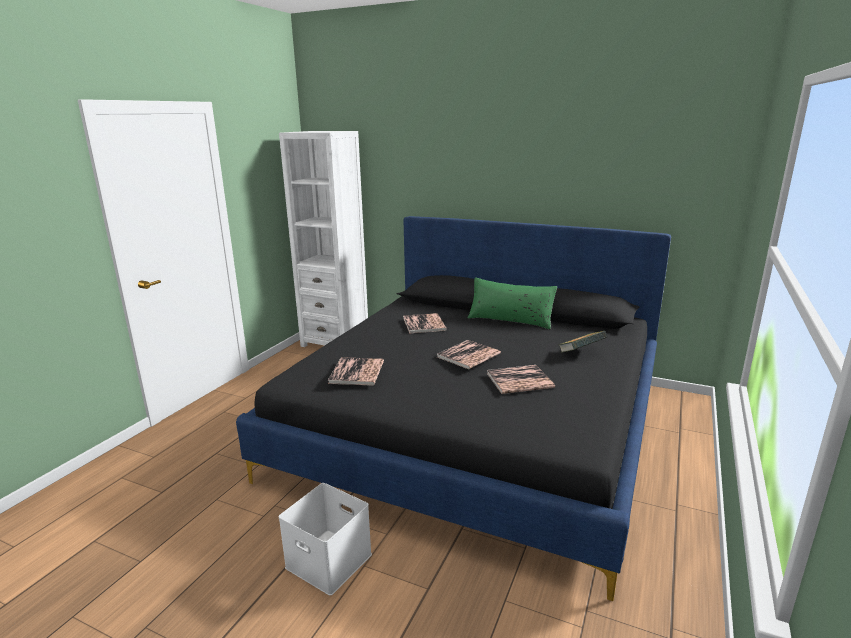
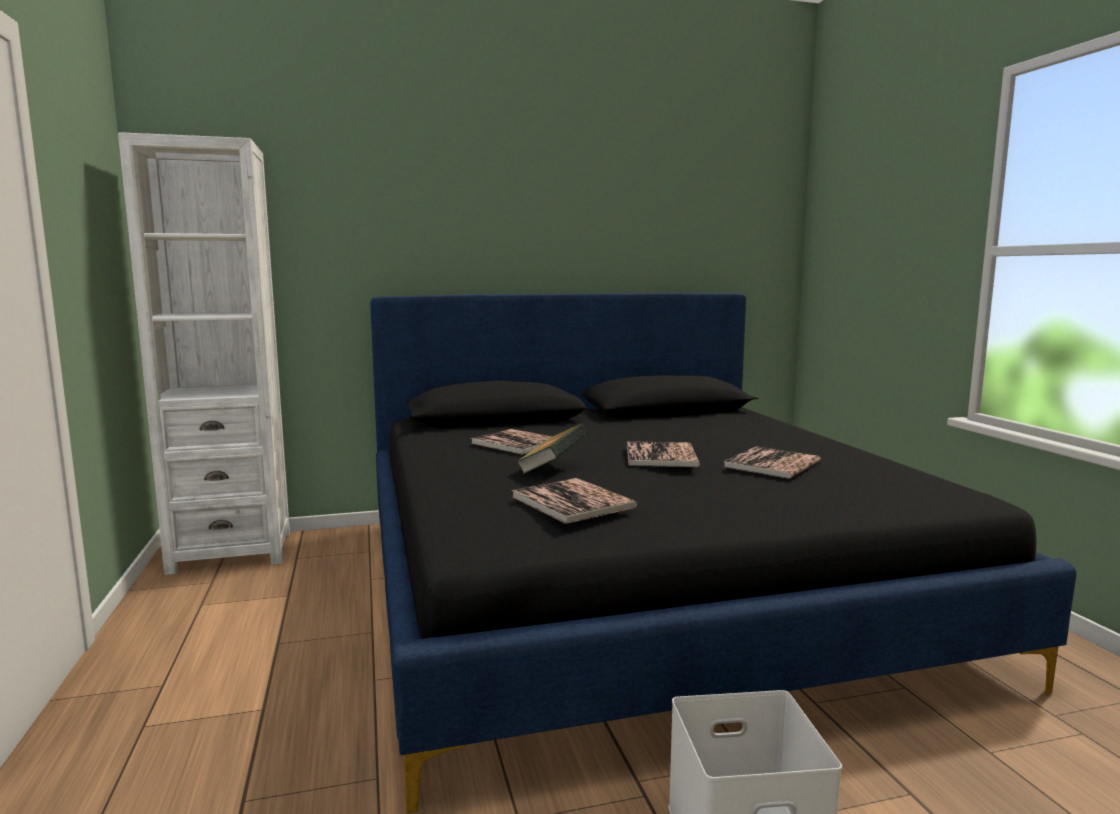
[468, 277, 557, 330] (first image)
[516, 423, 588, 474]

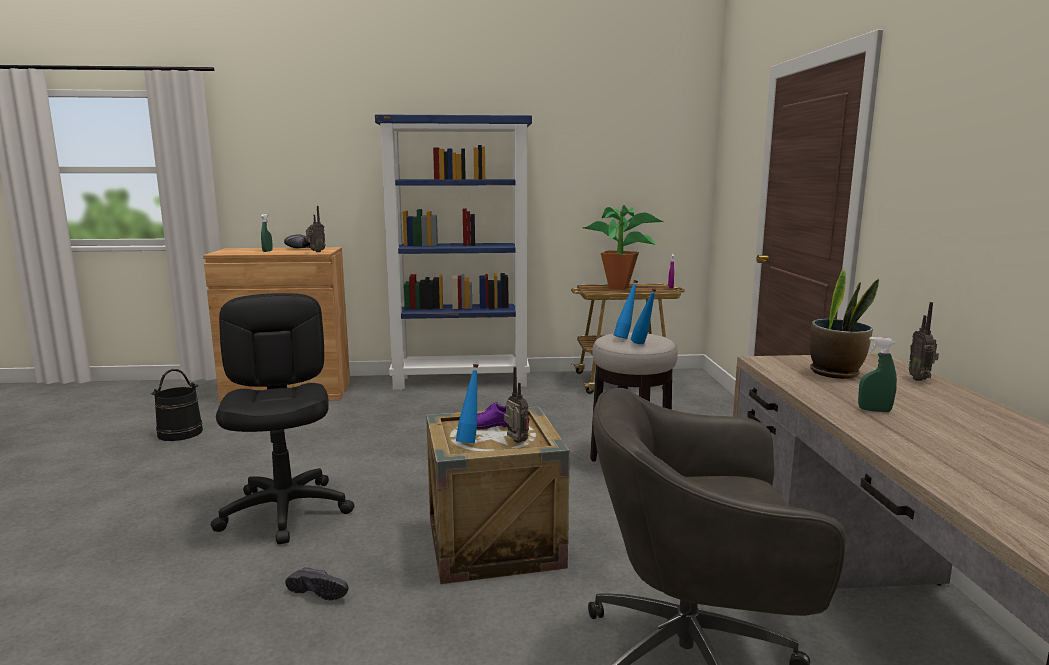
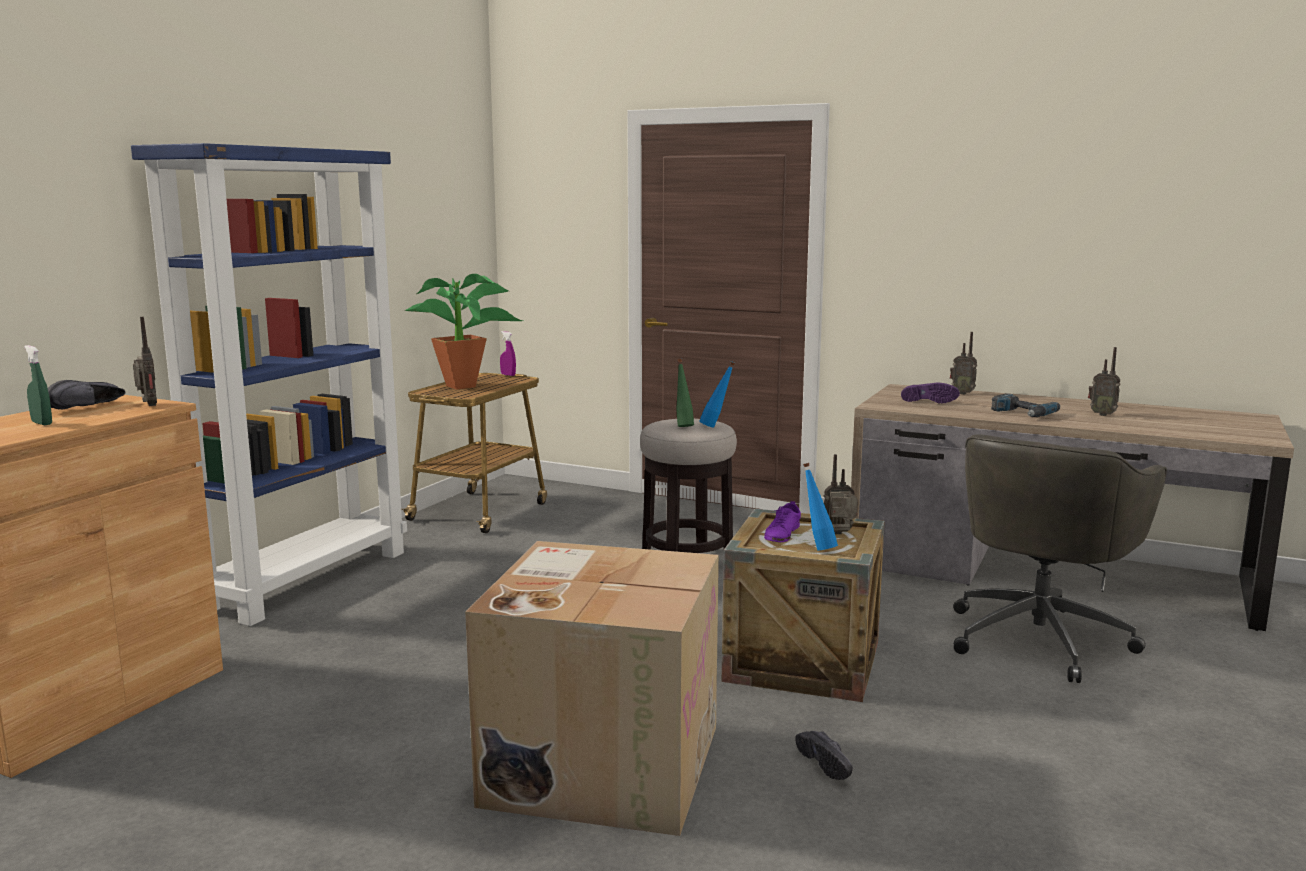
[151, 369, 203, 441] (first image)
[1088, 347, 1121, 416]
[465, 541, 719, 836]
[901, 383, 960, 404]
[991, 393, 1060, 417]
[676, 359, 694, 427]
[795, 731, 853, 780]

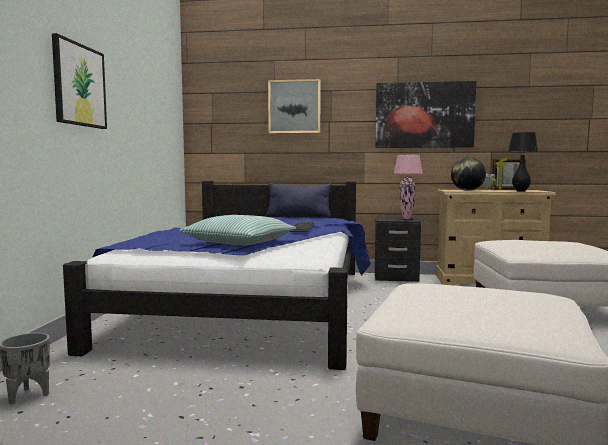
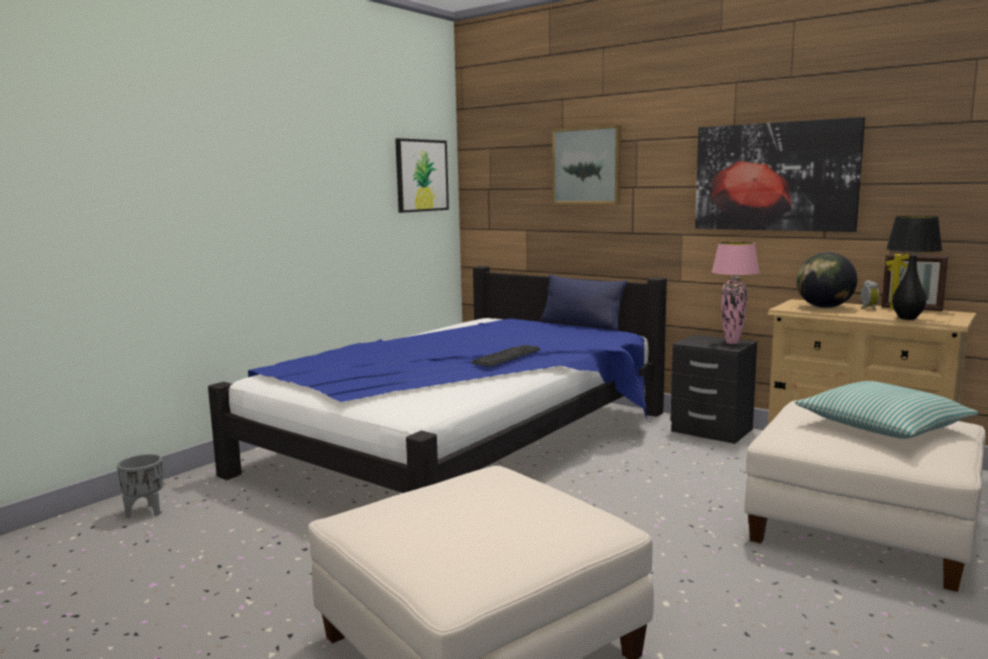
[395, 138, 449, 213]
[795, 381, 979, 439]

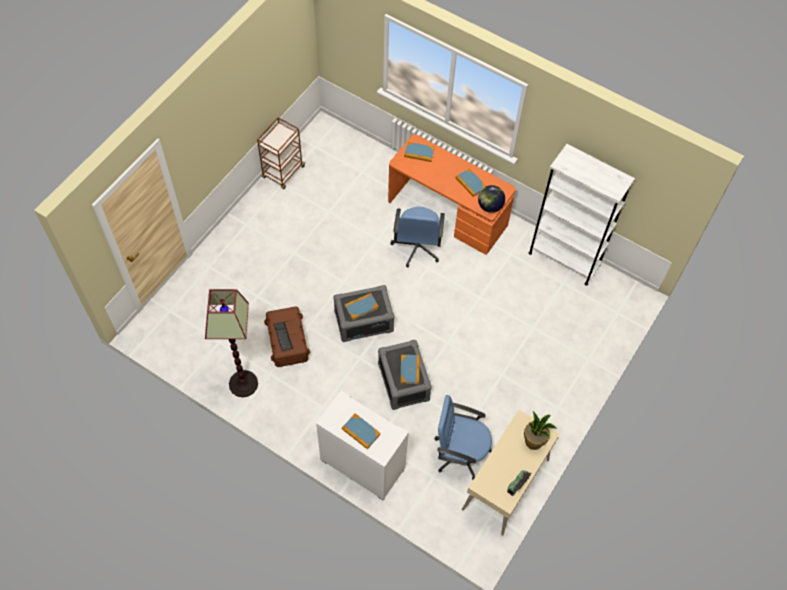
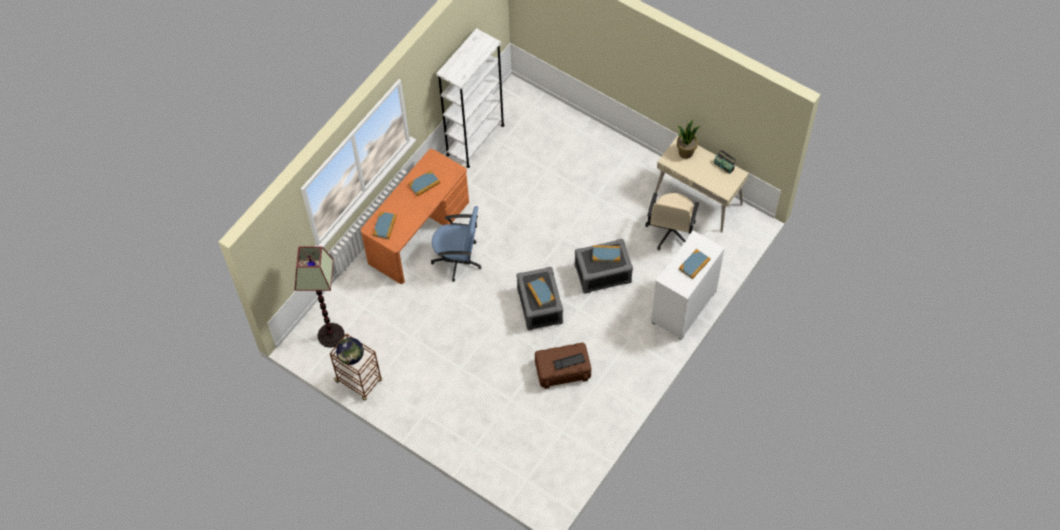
[295, 247, 345, 348]
[336, 337, 364, 365]
[645, 193, 699, 250]

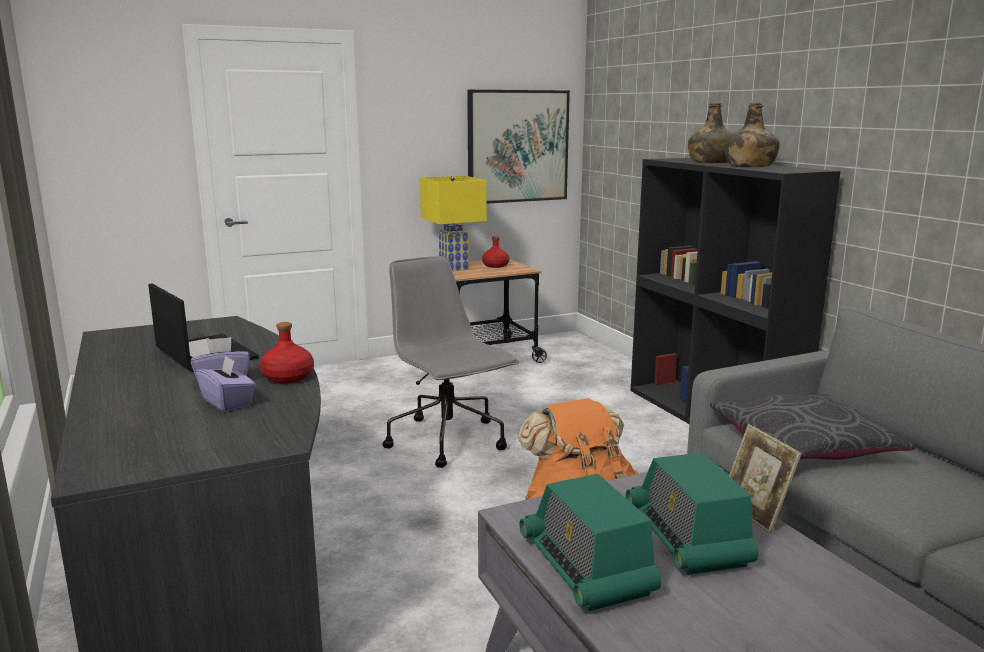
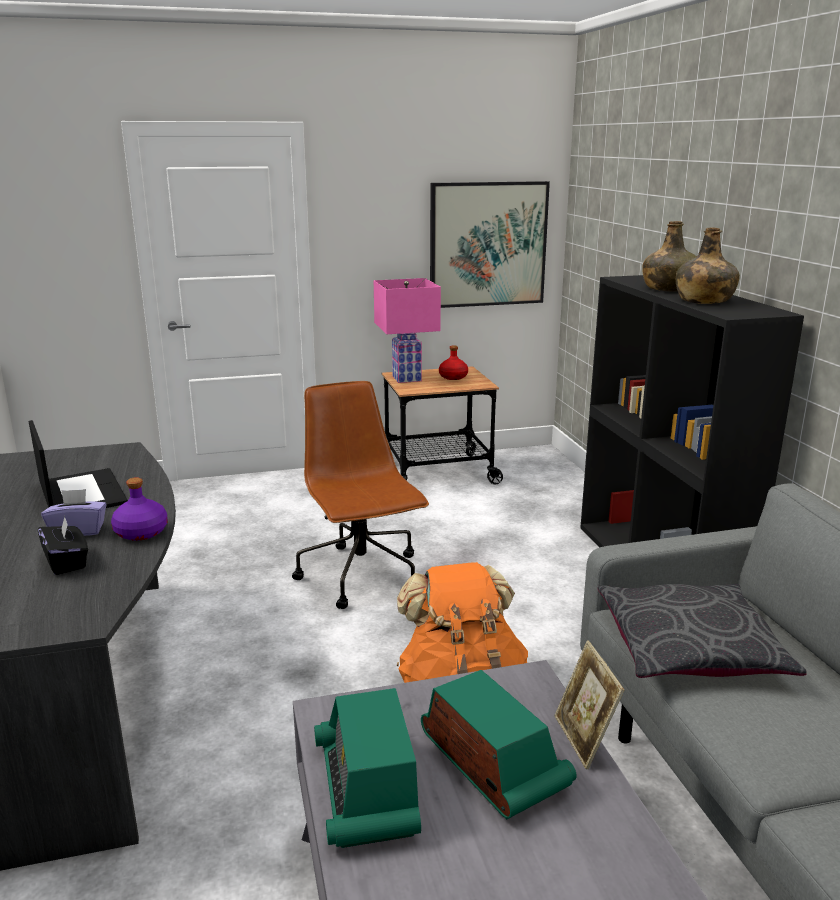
[38, 516, 88, 575]
[111, 477, 168, 541]
[292, 381, 429, 609]
[374, 278, 441, 383]
[421, 670, 577, 819]

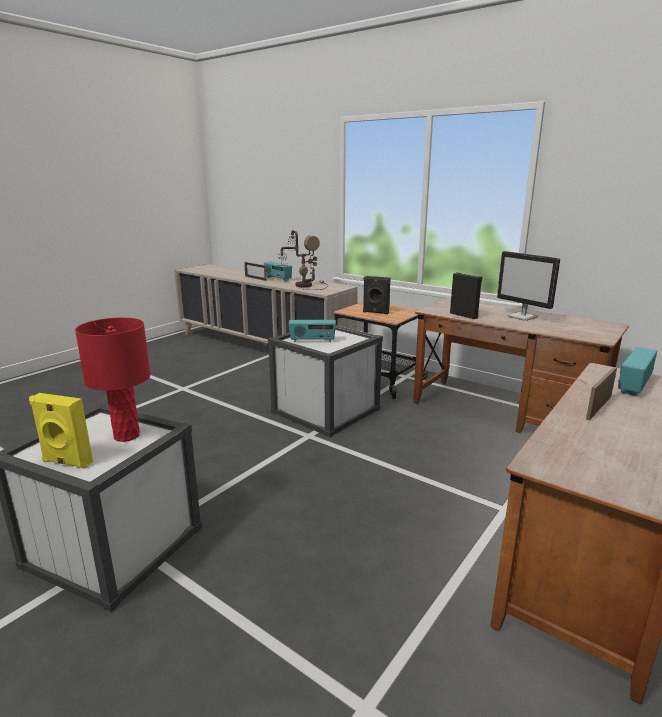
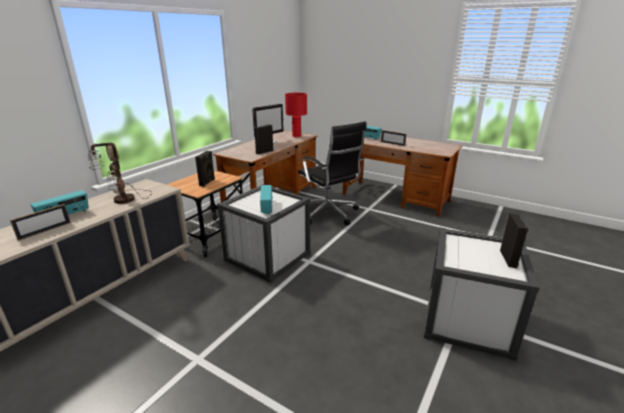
[298, 122, 367, 225]
[285, 93, 307, 137]
[500, 213, 529, 268]

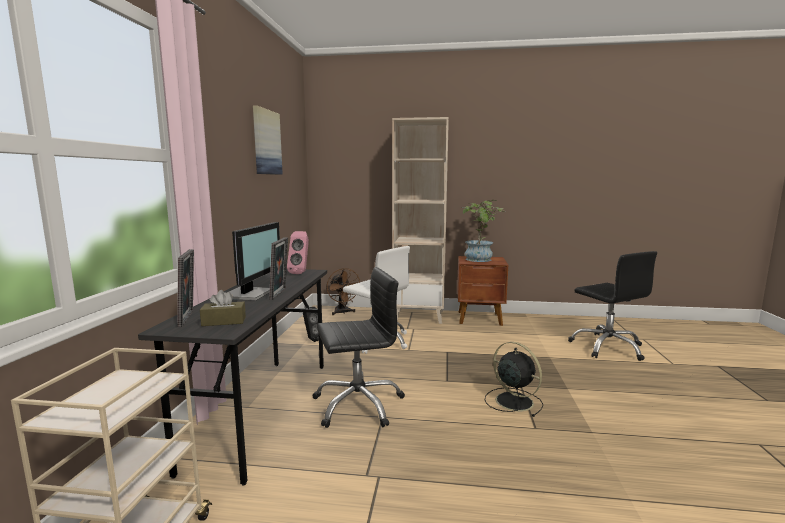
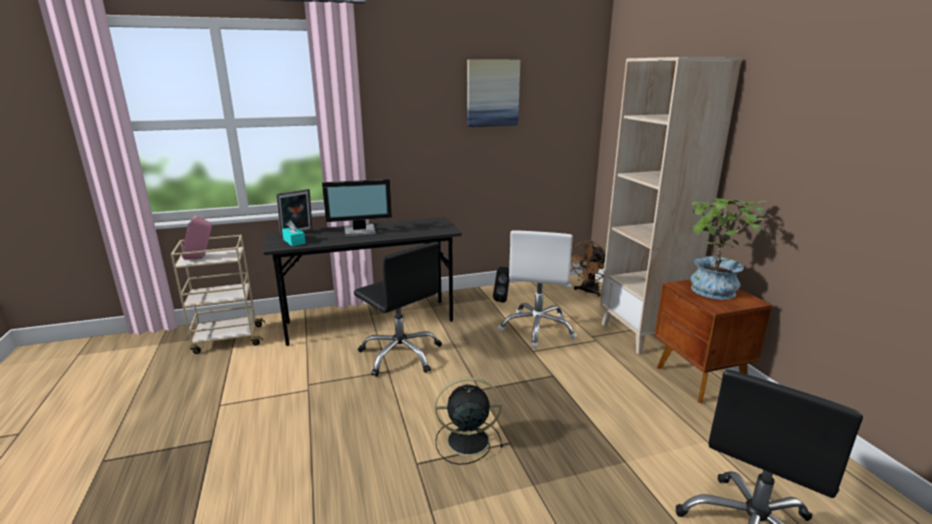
[269, 237, 288, 300] (first image)
[182, 215, 212, 260]
[282, 220, 306, 246]
[435, 377, 503, 465]

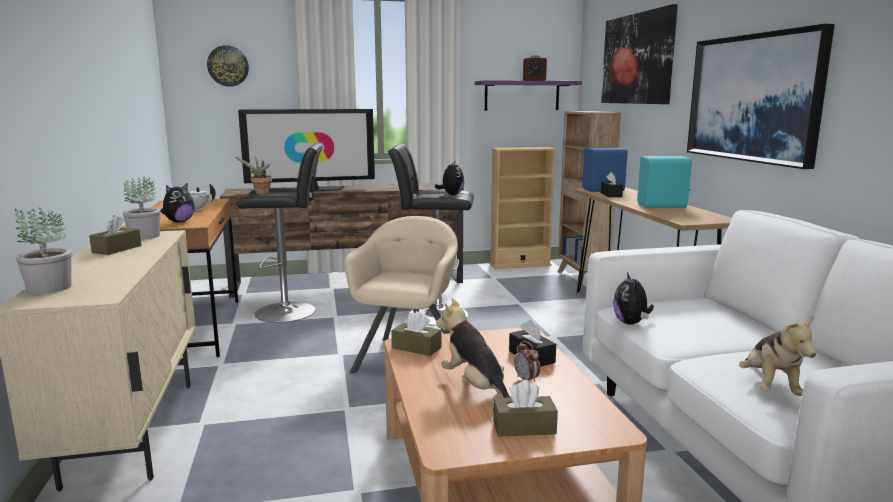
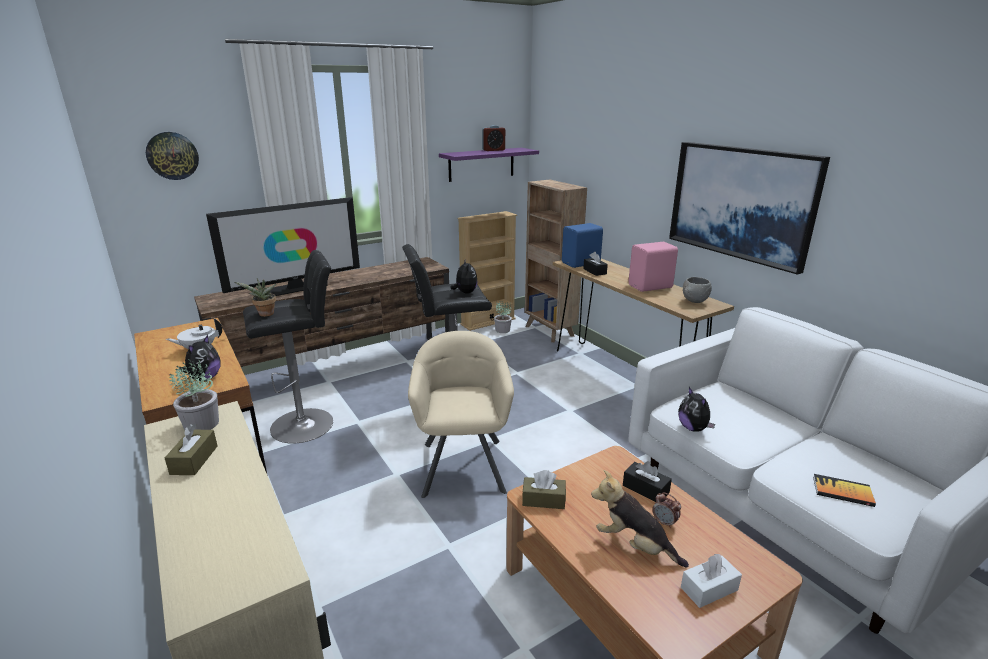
[601, 4, 678, 104] (first image)
[683, 277, 712, 303]
[494, 301, 512, 333]
[813, 474, 876, 507]
[681, 554, 742, 608]
[628, 242, 678, 292]

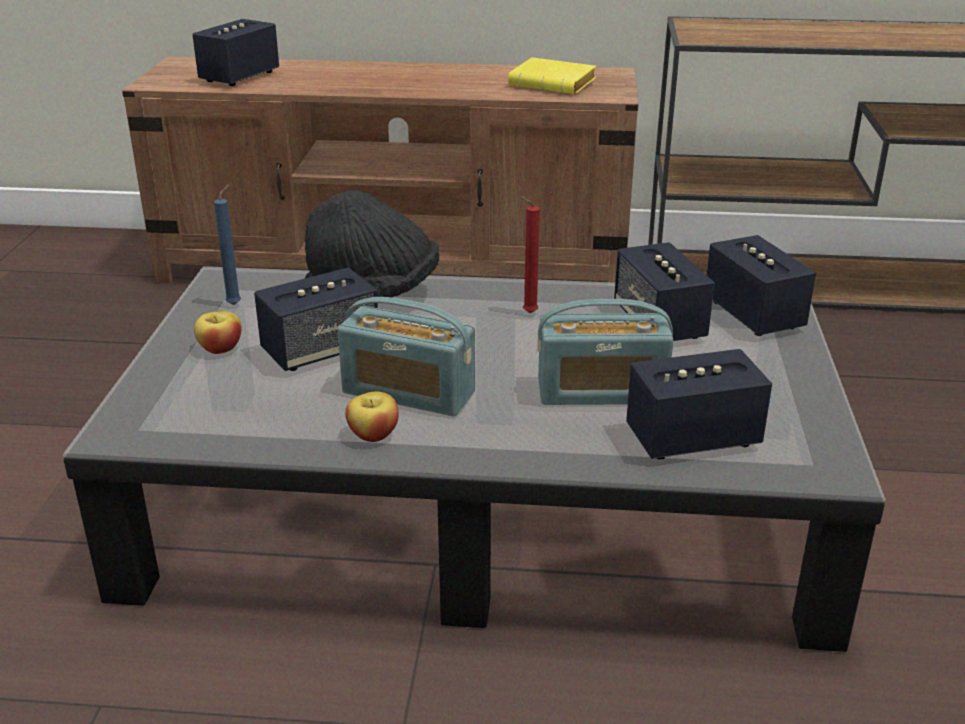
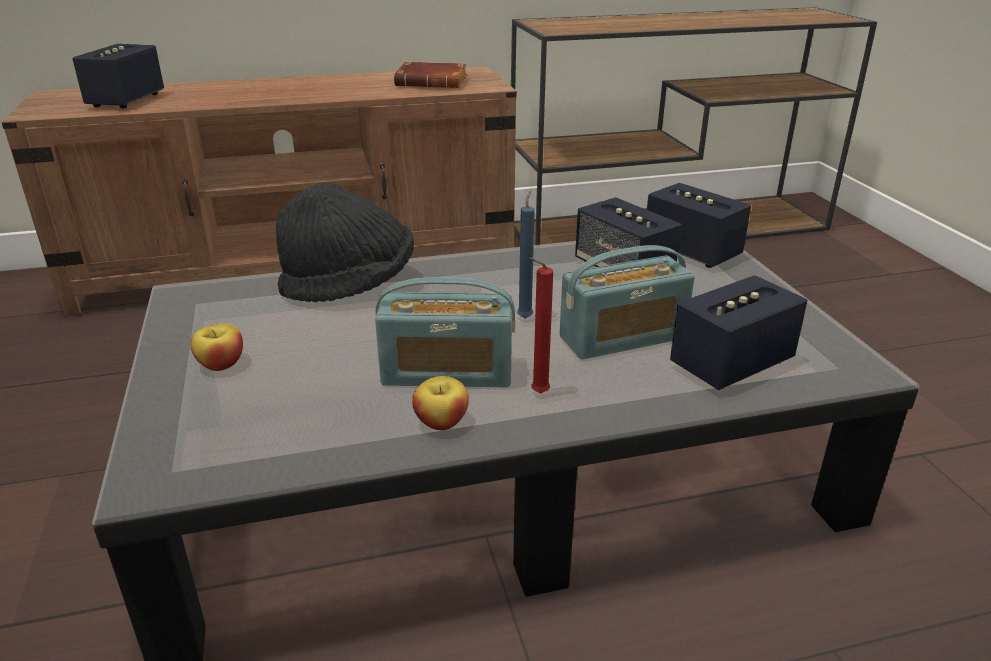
[254, 268, 378, 371] (first image)
[517, 190, 535, 319]
[529, 257, 553, 394]
[394, 62, 467, 88]

